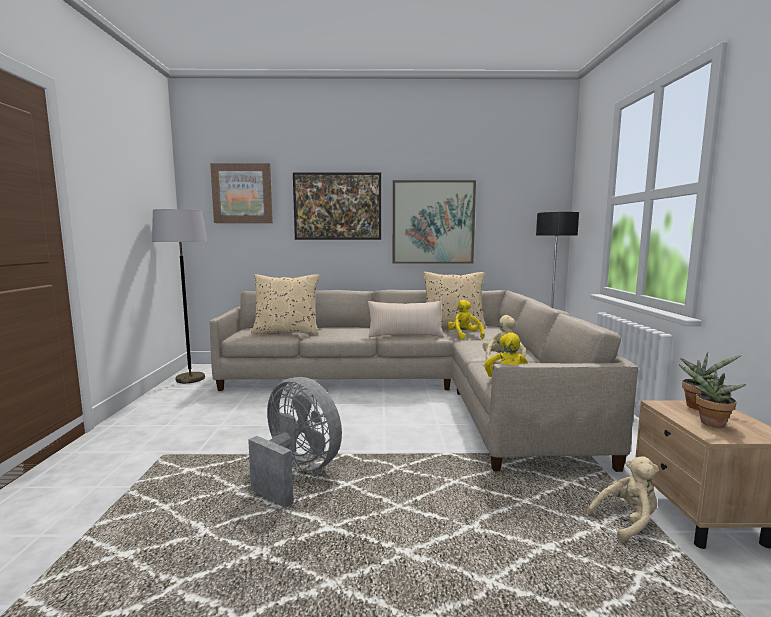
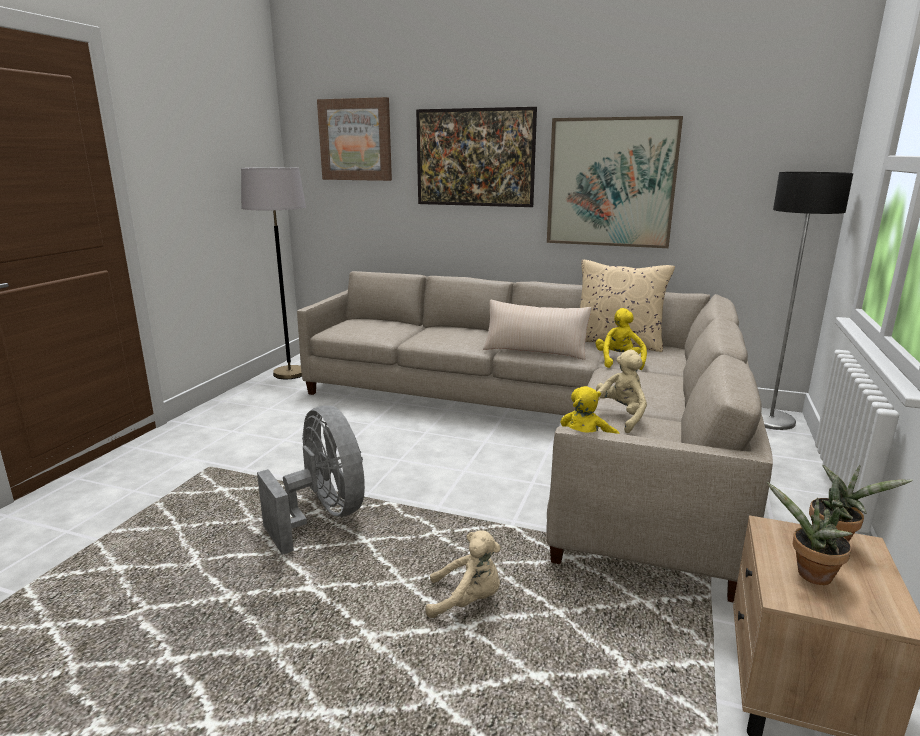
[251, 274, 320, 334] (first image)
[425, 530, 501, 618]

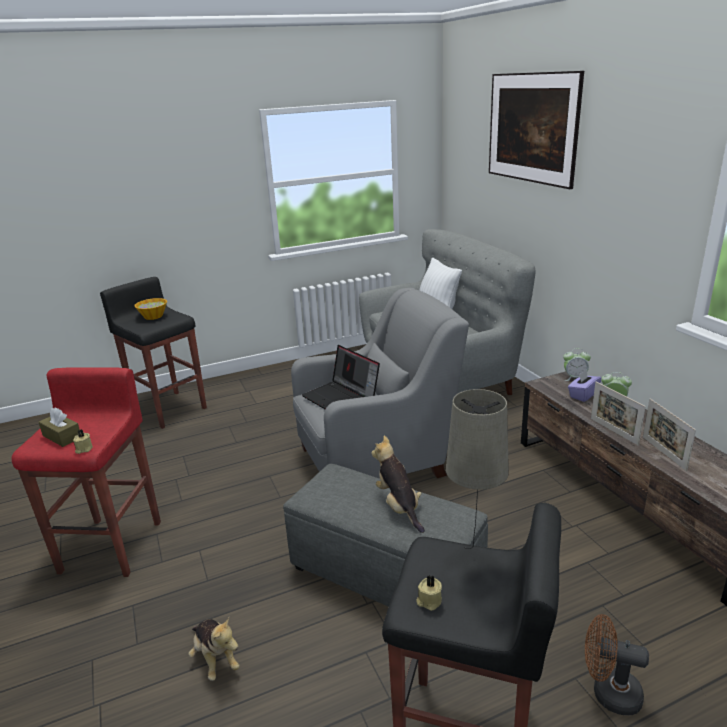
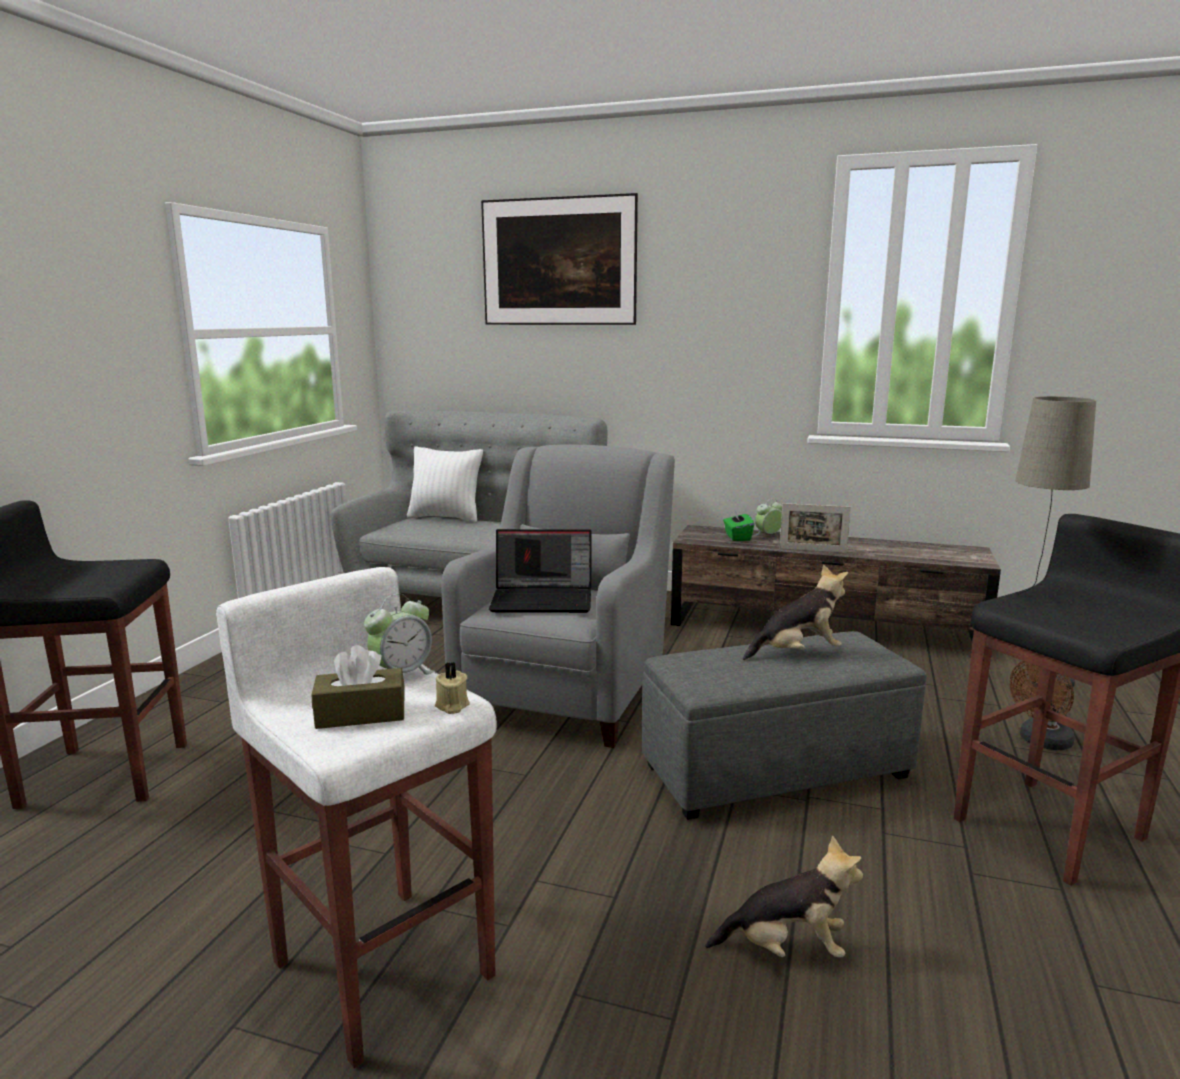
[134, 298, 167, 320] (first image)
[416, 575, 442, 611] (first image)
[643, 398, 696, 471] (first image)
[364, 594, 435, 675]
[216, 567, 497, 1068]
[723, 509, 754, 541]
[743, 564, 848, 660]

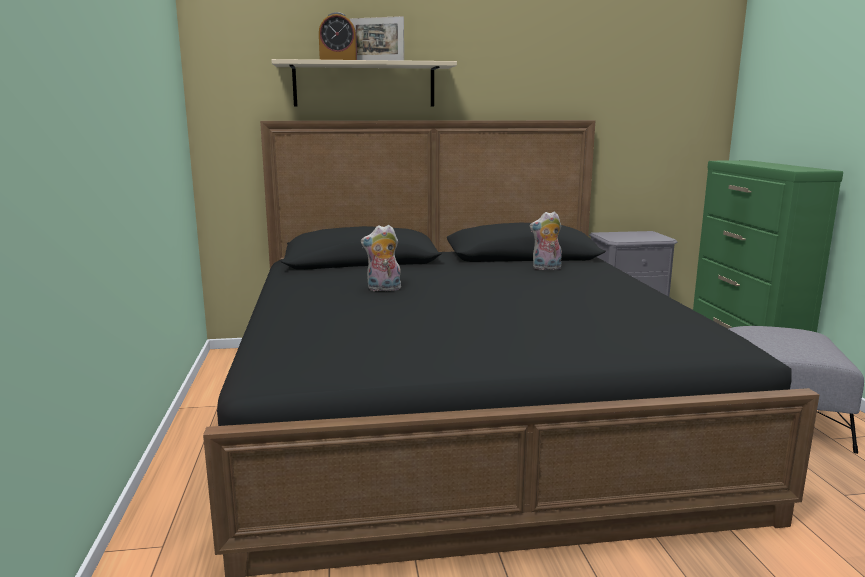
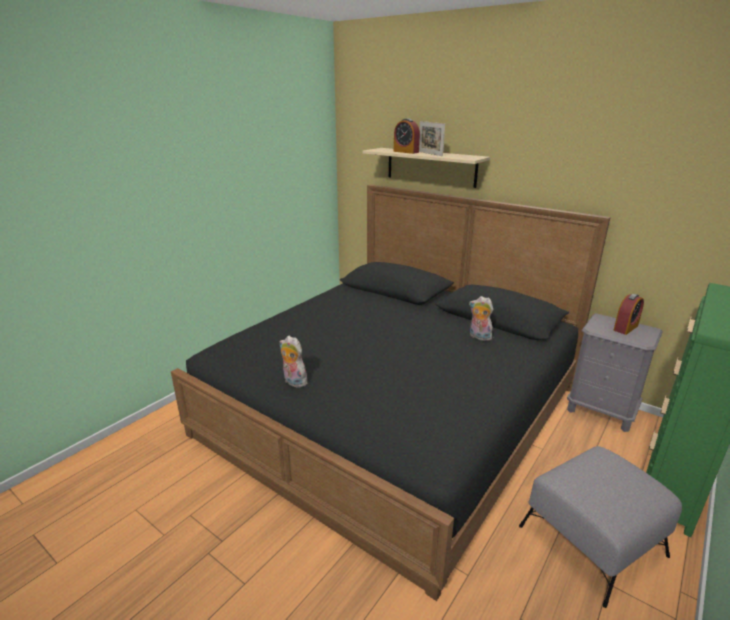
[614, 294, 644, 335]
[280, 336, 307, 387]

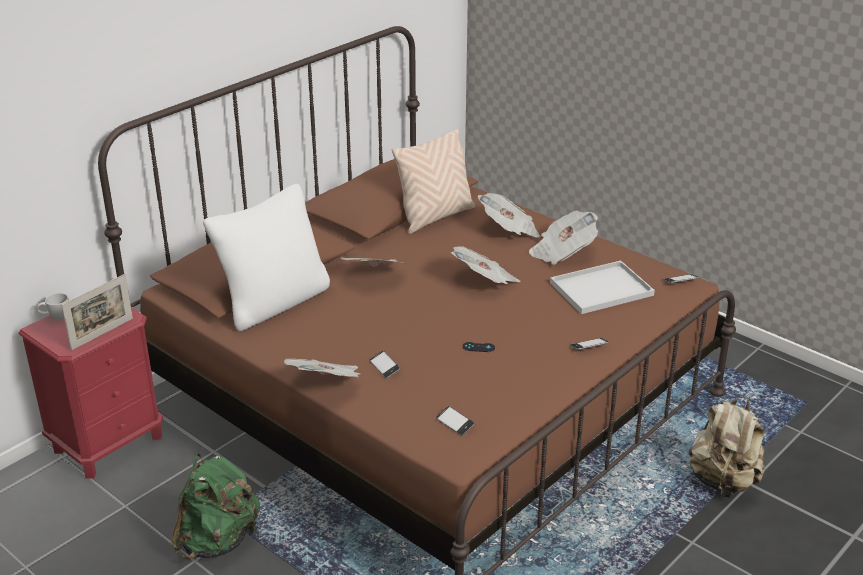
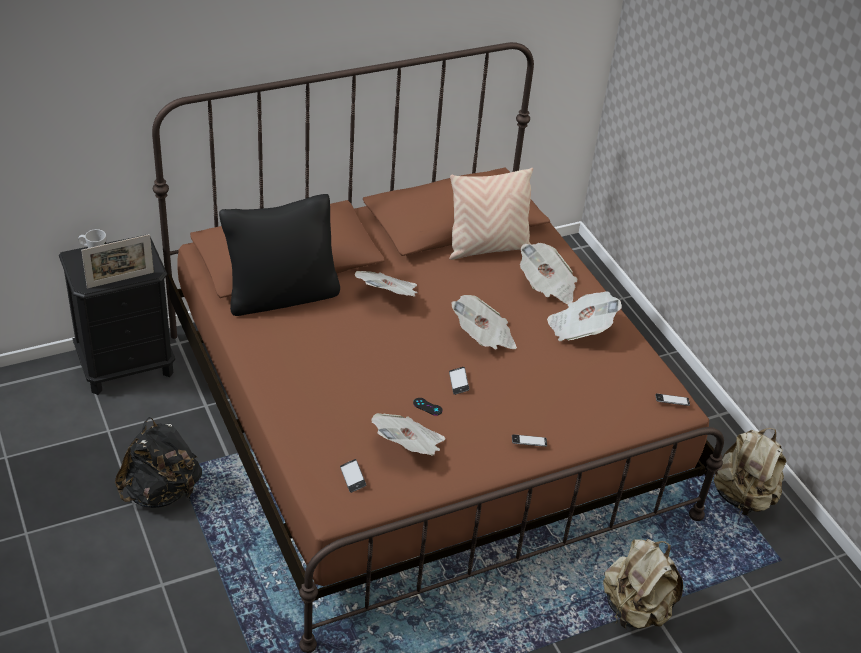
[550, 260, 655, 314] (first image)
[714, 428, 786, 516]
[371, 413, 445, 456]
[449, 367, 470, 395]
[59, 234, 175, 395]
[115, 417, 202, 508]
[219, 194, 340, 316]

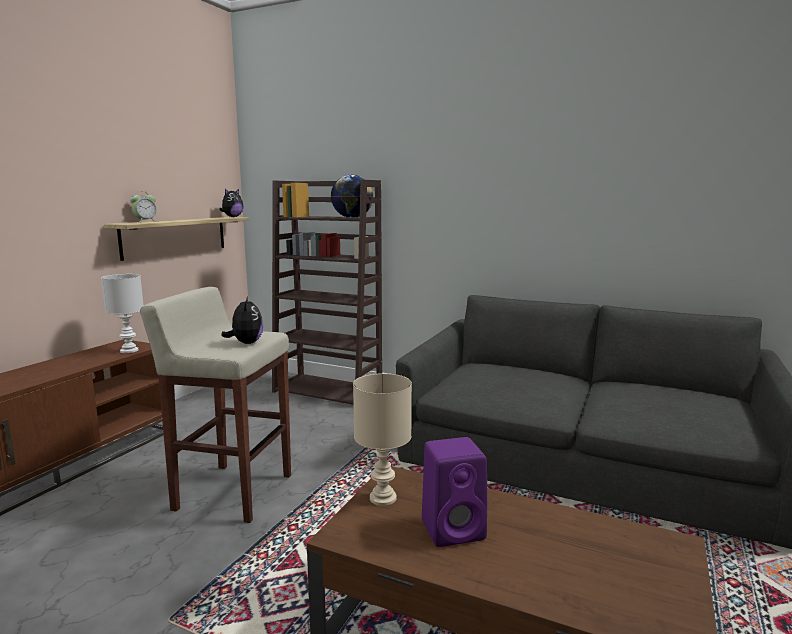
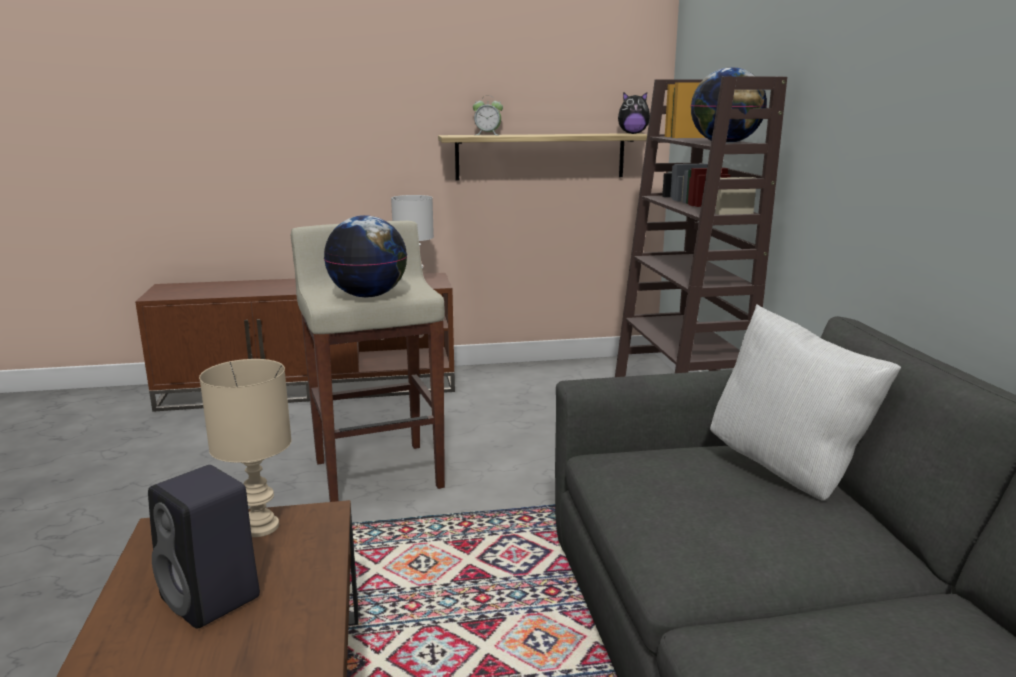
[710, 304, 901, 501]
[324, 215, 407, 297]
[148, 465, 260, 629]

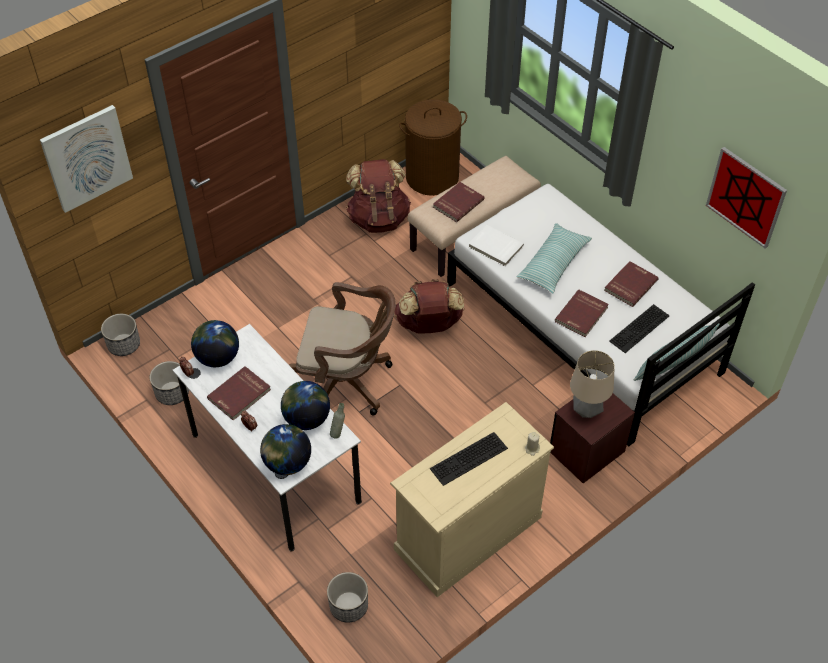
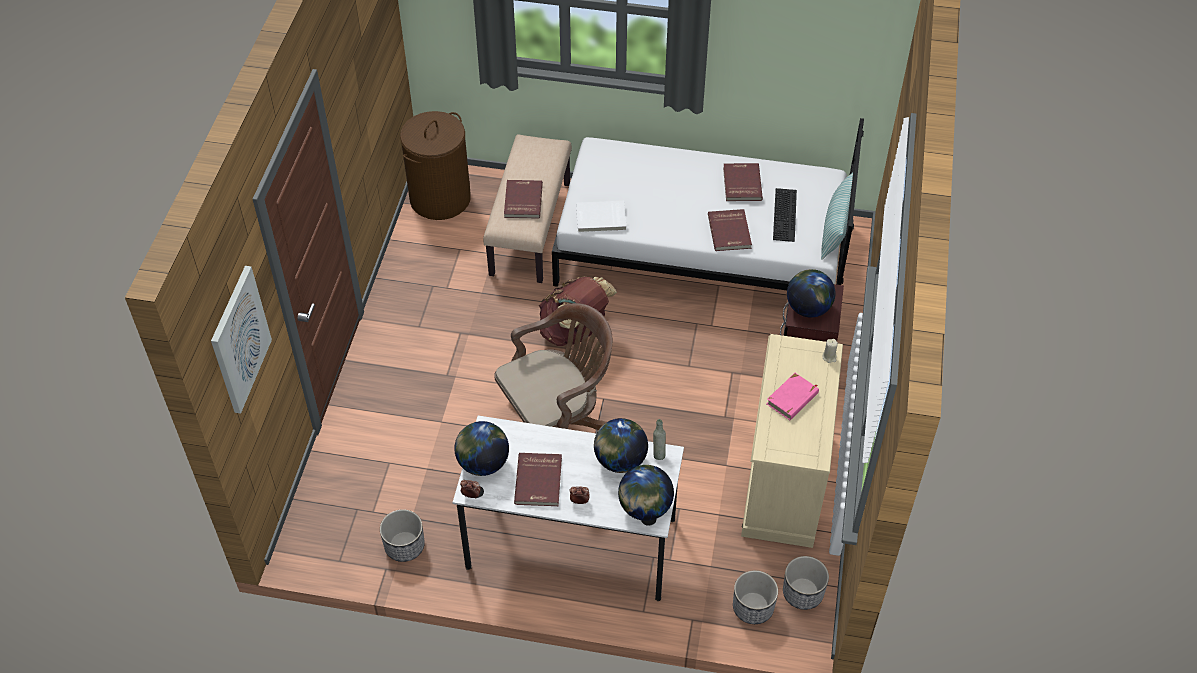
[346, 159, 411, 233] (first image)
[516, 223, 592, 293] (first image)
[706, 147, 787, 248] (first image)
[783, 556, 829, 610]
[767, 373, 819, 420]
[787, 269, 835, 317]

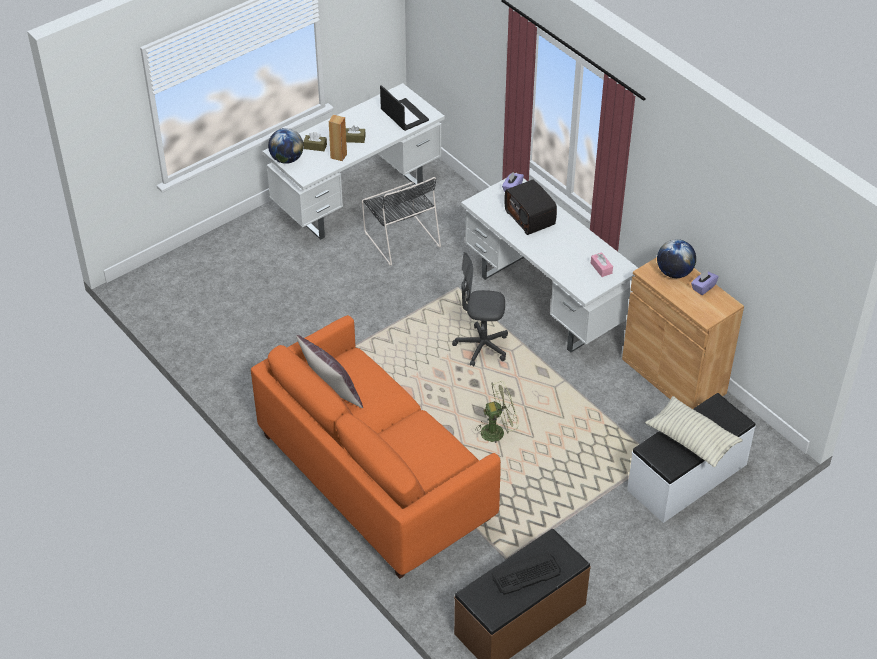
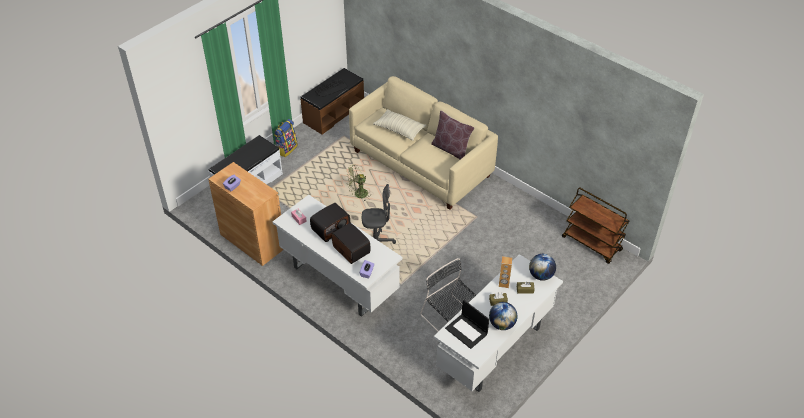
[274, 119, 298, 157]
[310, 203, 350, 242]
[562, 188, 629, 264]
[373, 109, 426, 141]
[489, 302, 517, 330]
[349, 76, 498, 210]

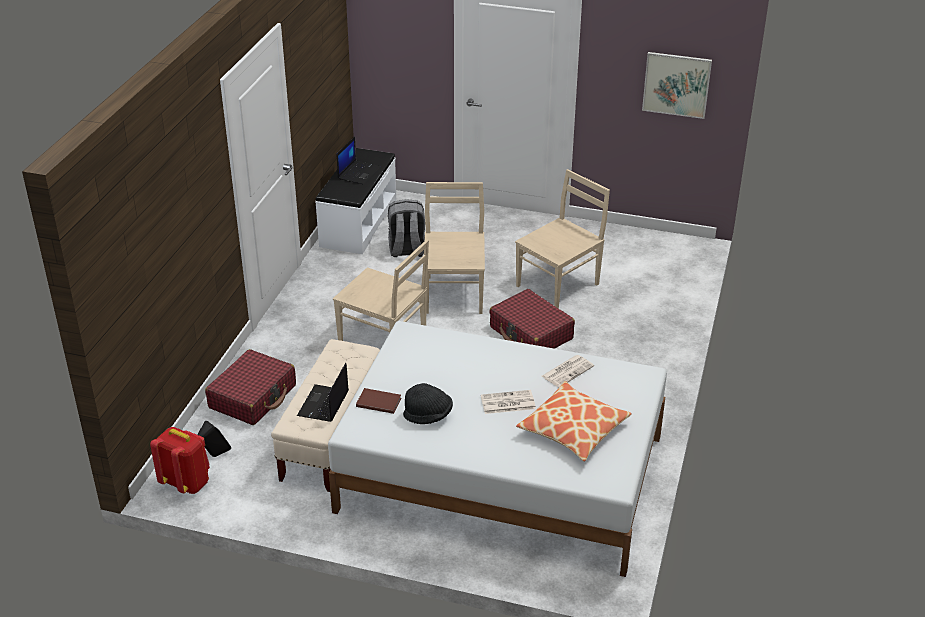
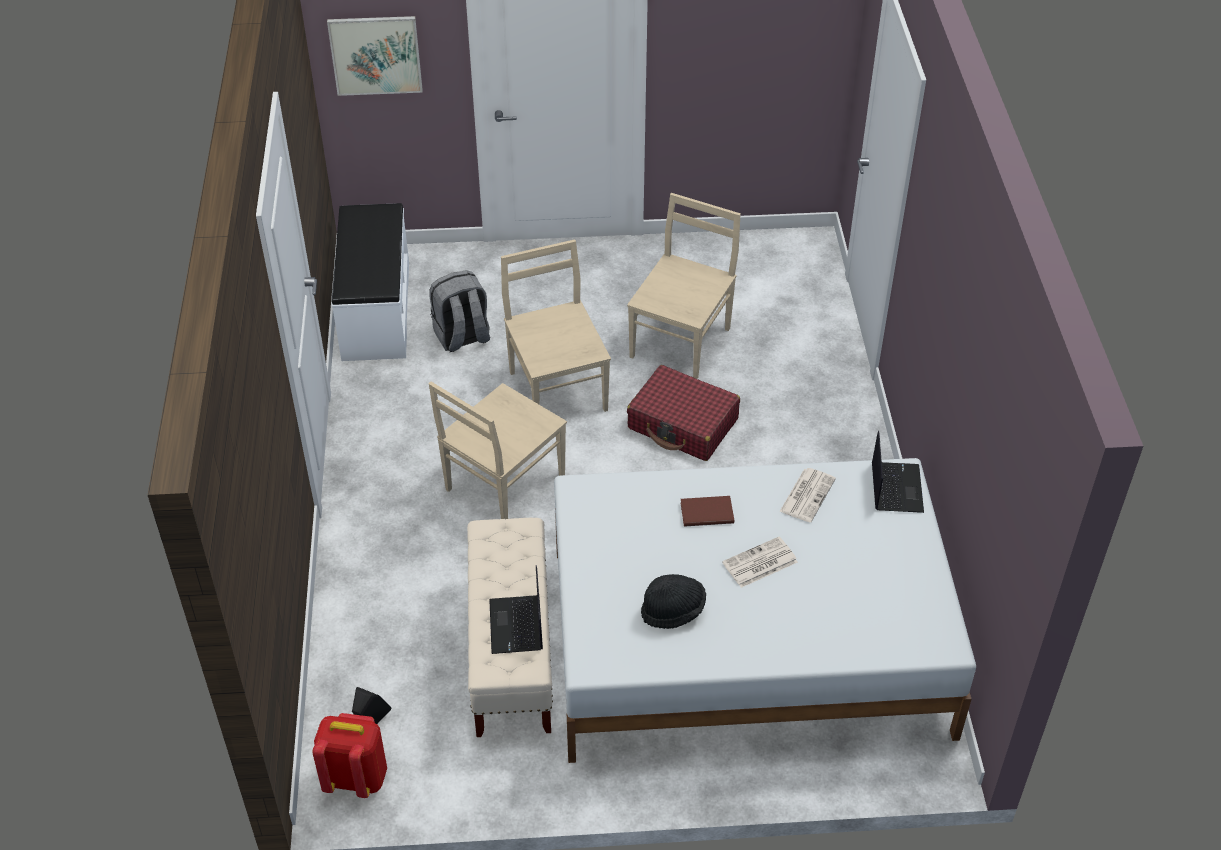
[205, 349, 296, 425] (first image)
[516, 381, 632, 462] (first image)
[872, 431, 924, 513]
[680, 496, 734, 527]
[327, 16, 423, 96]
[428, 382, 567, 519]

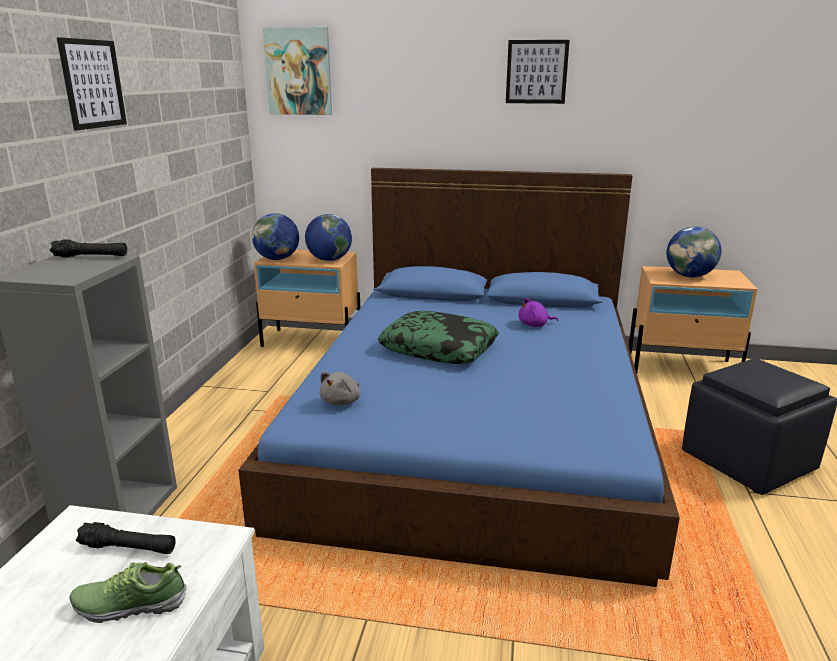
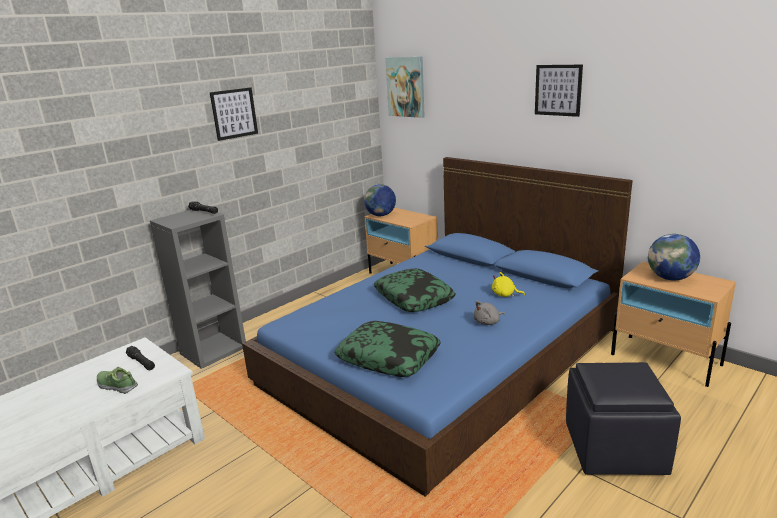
[305, 214, 352, 261] (first image)
[334, 321, 441, 377]
[473, 301, 505, 325]
[492, 272, 525, 297]

